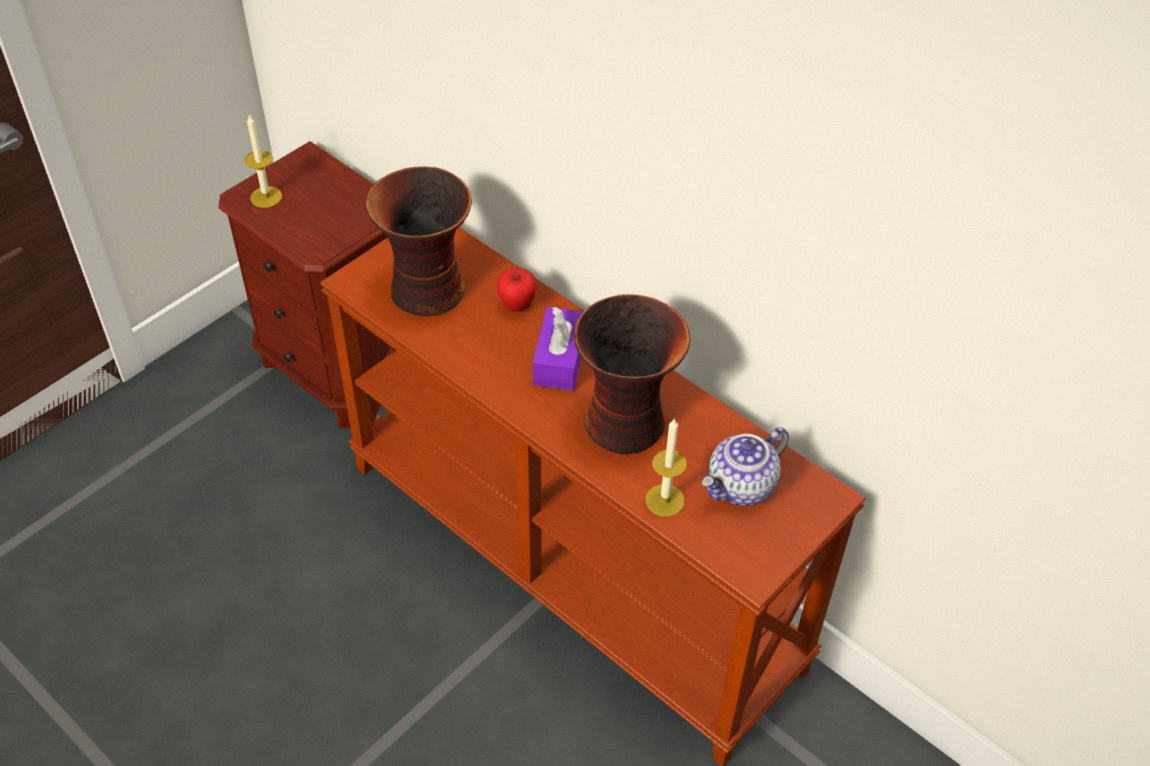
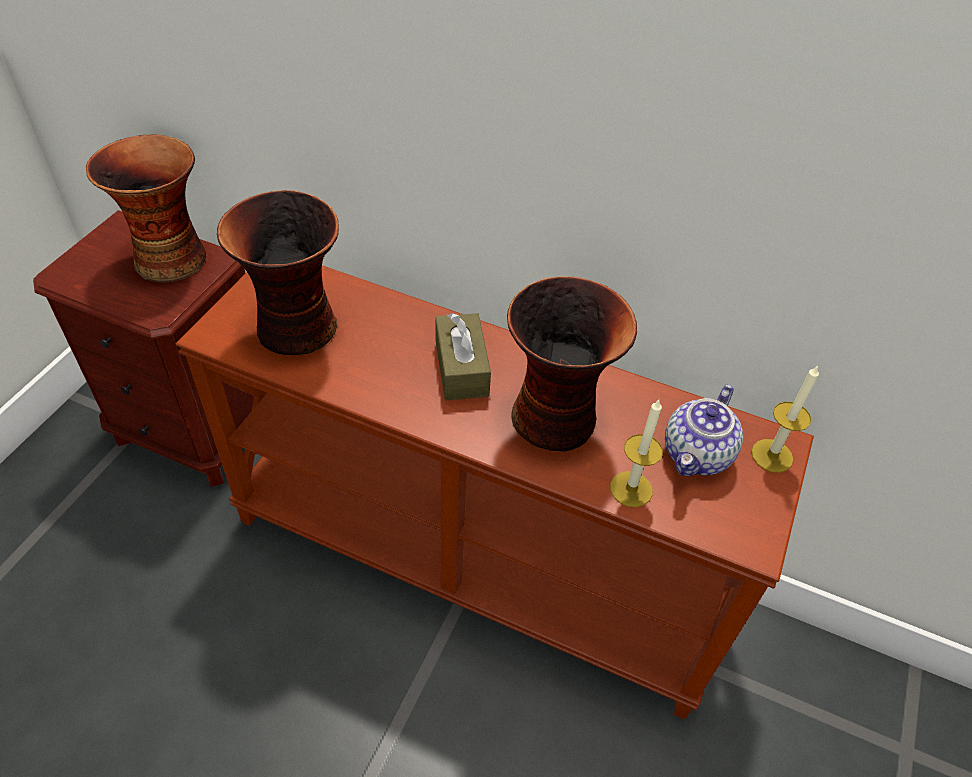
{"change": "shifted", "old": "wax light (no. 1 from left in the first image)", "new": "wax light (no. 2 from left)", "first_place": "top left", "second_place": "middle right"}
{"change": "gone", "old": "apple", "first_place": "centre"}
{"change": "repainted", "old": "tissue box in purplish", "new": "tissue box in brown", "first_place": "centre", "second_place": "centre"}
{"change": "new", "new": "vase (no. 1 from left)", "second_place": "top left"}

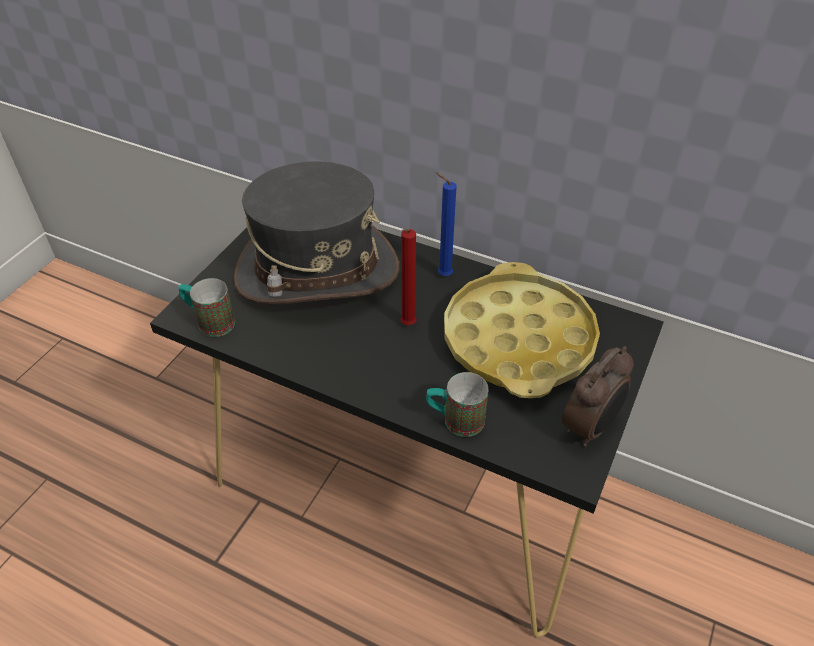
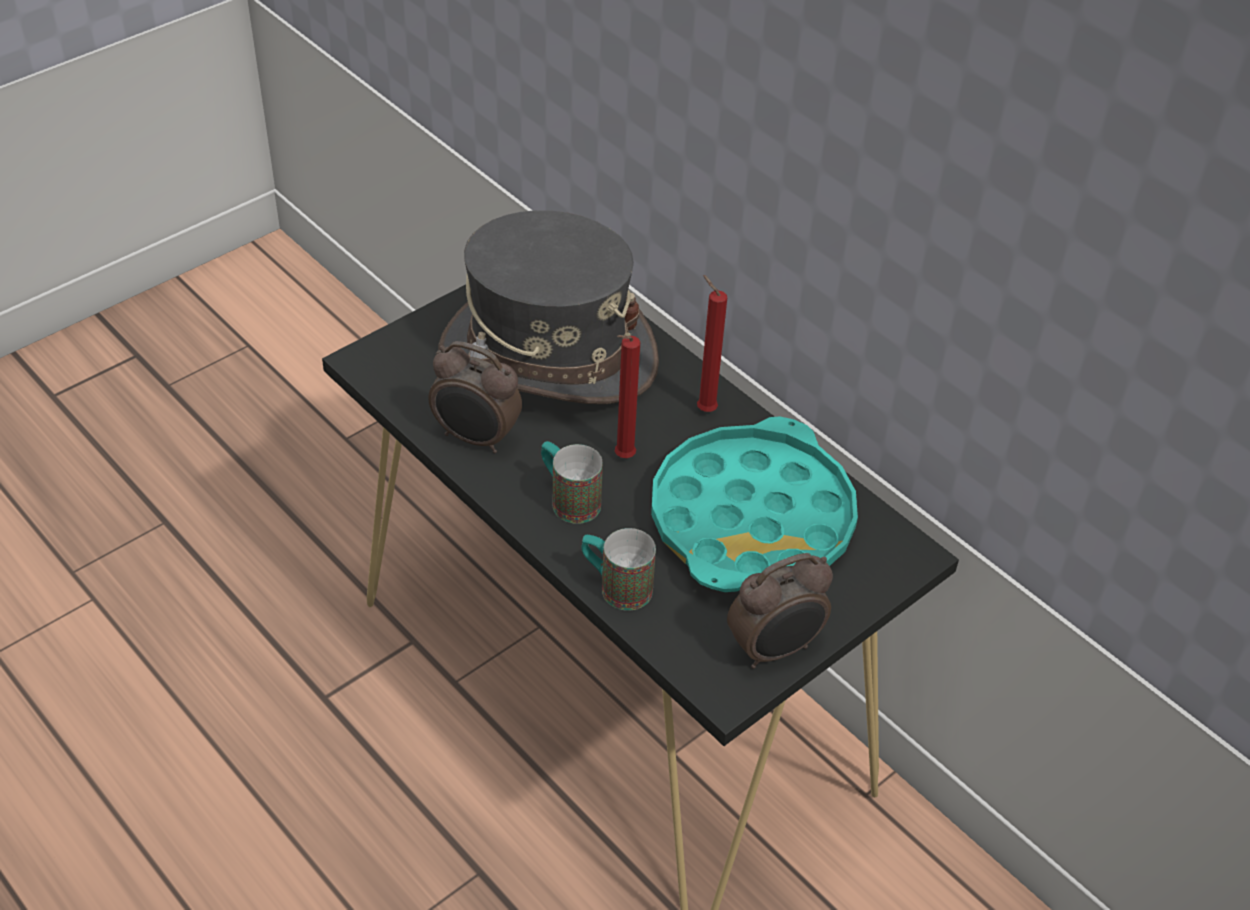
{"change": "shifted", "old": "mug (no. 1 from left)", "first_place": "middle left", "second_place": "centre"}
{"change": "repainted", "old": "wax light in blue-coloured", "new": "wax light in reddish (no. 2 from left)", "first_place": "centre", "second_place": "centre"}
{"change": "repainted", "old": "carrying tray in yellow-coloured", "new": "carrying tray in blue-green", "first_place": "centre", "second_place": "centre"}
{"change": "new", "new": "alarm clock (no. 1 from left)", "second_place": "centre"}

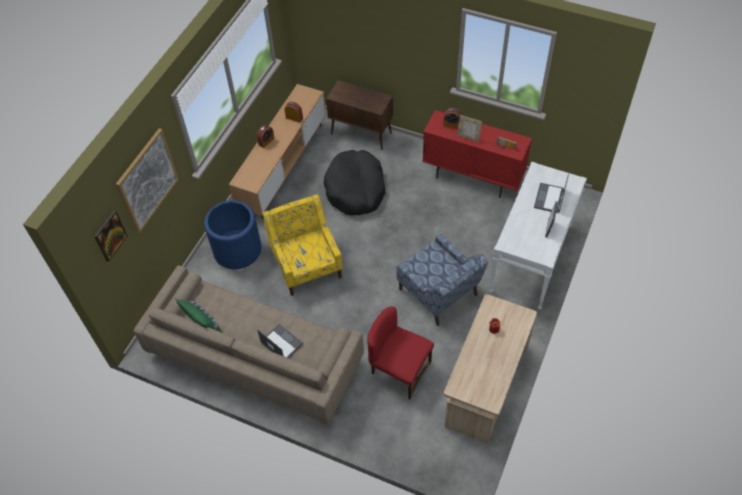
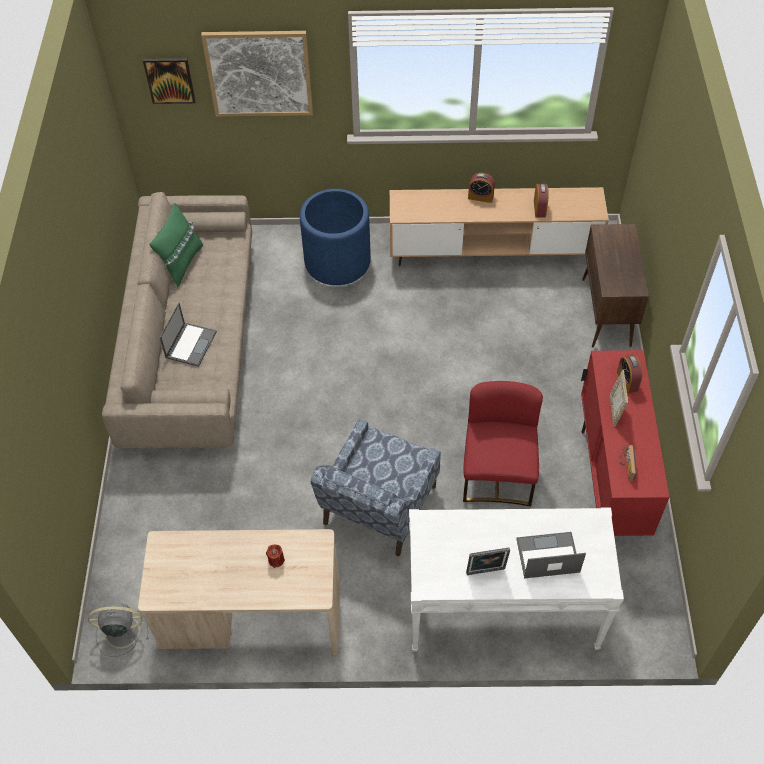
{"change": "gone", "old": "easy chair in yellow-coloured", "first_place": "centre"}
{"change": "gone", "old": "dog cushion in black", "first_place": "centre"}
{"change": "shifted", "old": "plain chair in reddish", "first_place": "bottom centre", "second_place": "centre"}
{"change": "new", "new": "cooling fan in greyish", "second_place": "bottom left"}

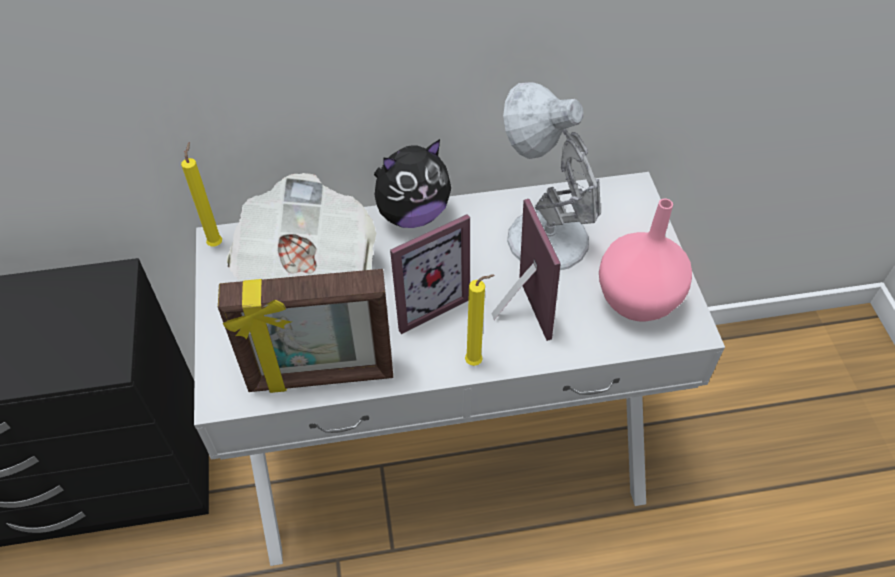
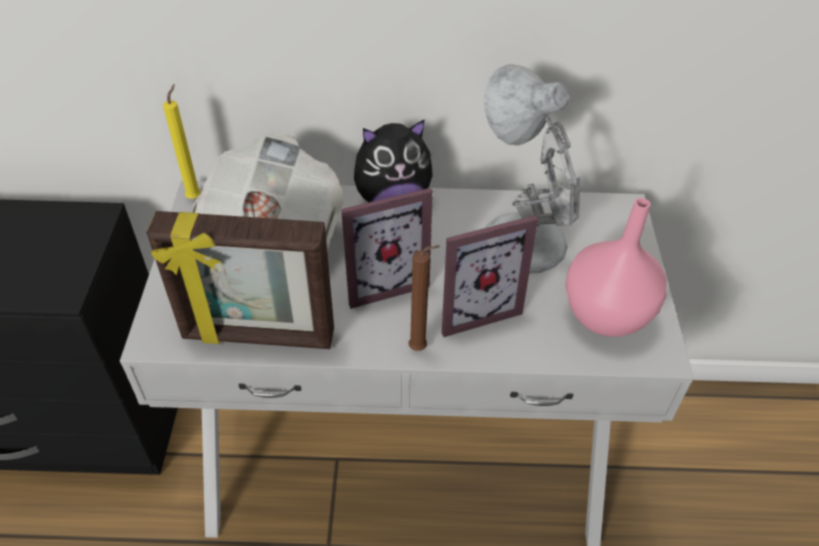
{"change": "repainted", "old": "wax light in yellow-coloured (no. 2 from left)", "new": "wax light in brown", "first_place": "centre", "second_place": "centre"}
{"change": "rotated", "old": "photo frame (no. 3 from left)", "first_place": "centre", "second_place": "centre", "degrees": 75}

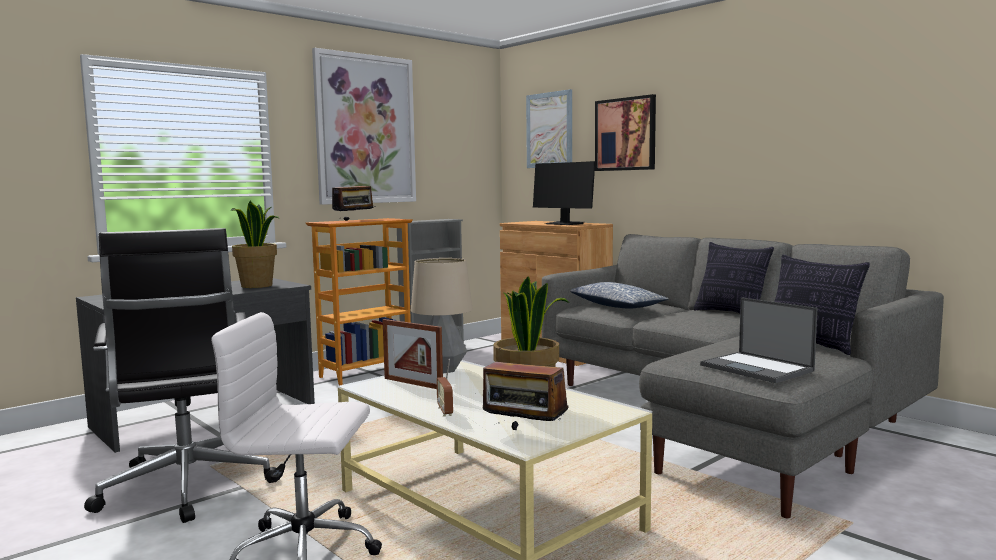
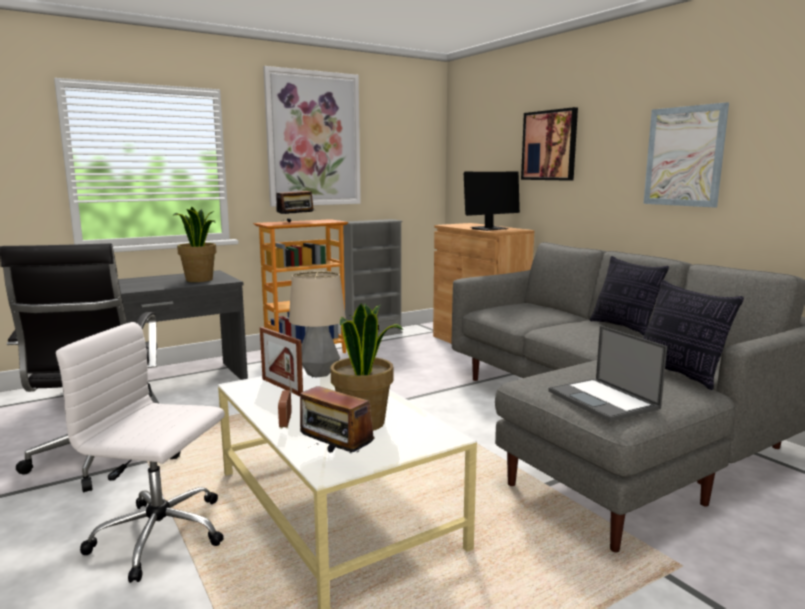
{"change": "shifted", "old": "picture (no. 2 from left in the first image)", "new": "picture (no. 3 from left)", "first_place": "top centre", "second_place": "top right"}
{"change": "rotated", "old": "computer screen", "first_place": "centre", "second_place": "top centre", "degrees": -90}
{"change": "gone", "old": "cushion (no. 1 from left)", "first_place": "centre"}

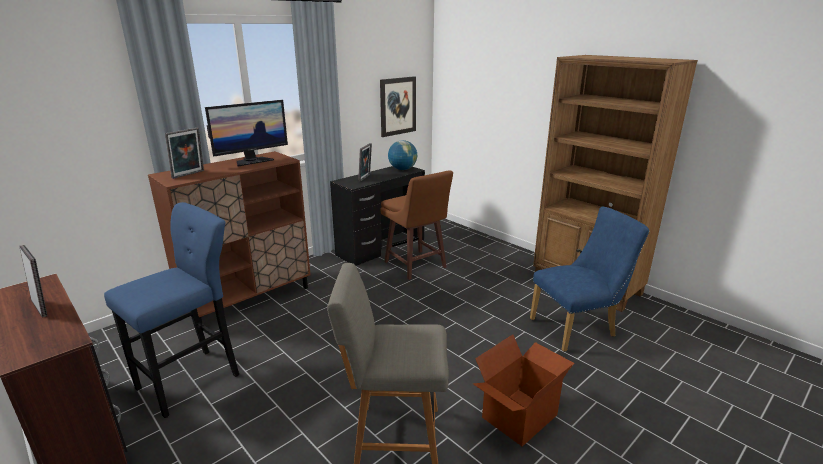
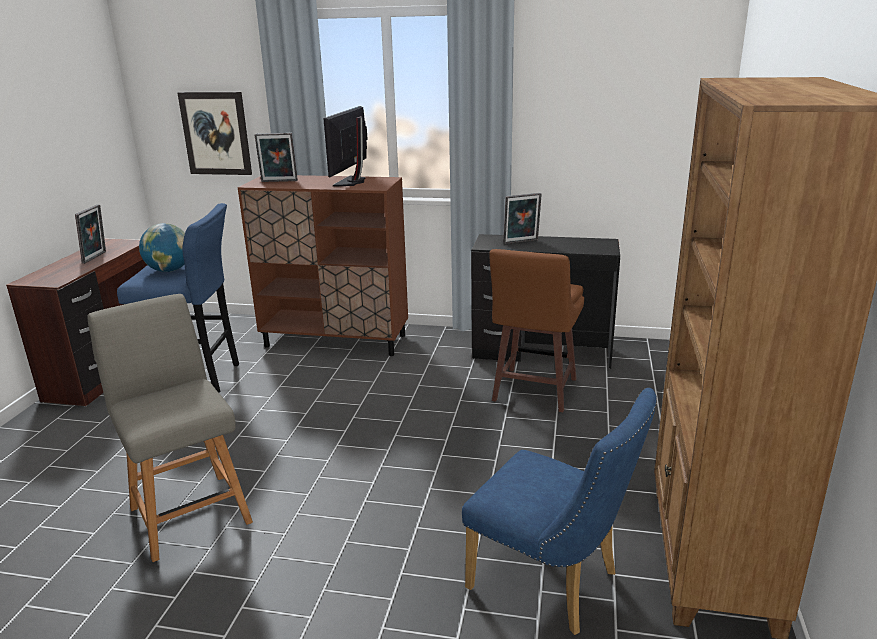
{"change": "rotated", "old": "computer screen", "first_place": "top left", "second_place": "top centre", "degrees": 90}
{"change": "shifted", "old": "picture", "first_place": "top centre", "second_place": "top left"}
{"change": "shifted", "old": "world globe", "first_place": "centre", "second_place": "middle left"}
{"change": "gone", "old": "packing box", "first_place": "bottom centre"}

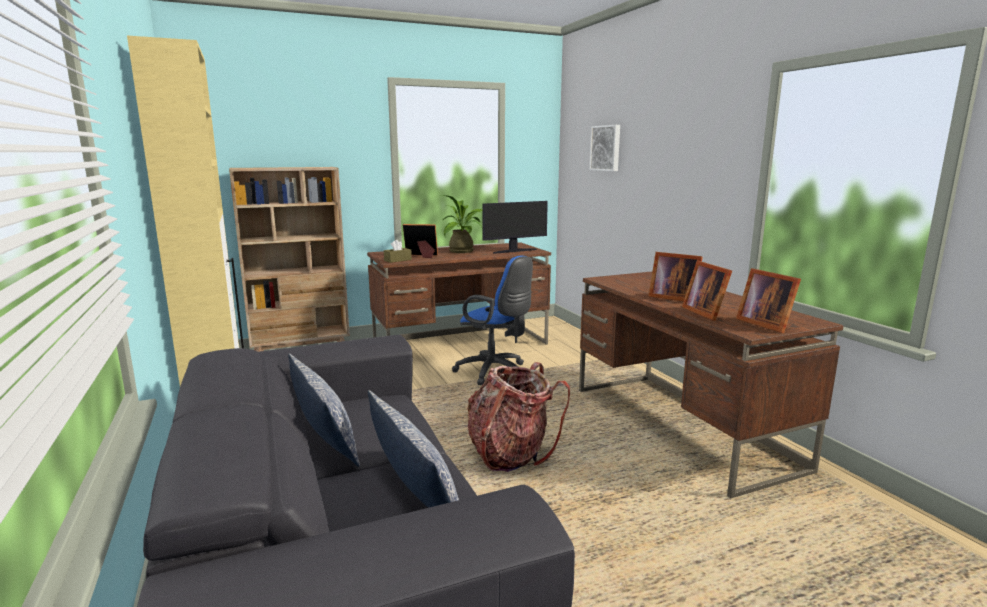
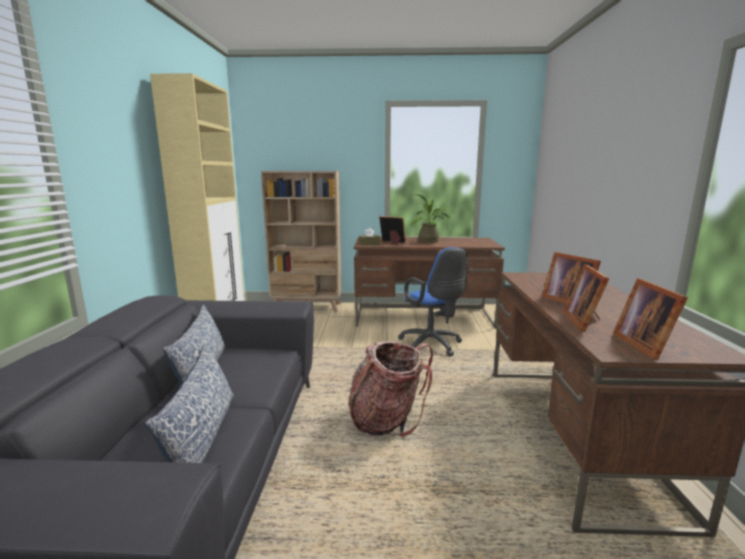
{"change": "gone", "old": "computer screen", "first_place": "centre"}
{"change": "gone", "old": "picture", "first_place": "top centre"}

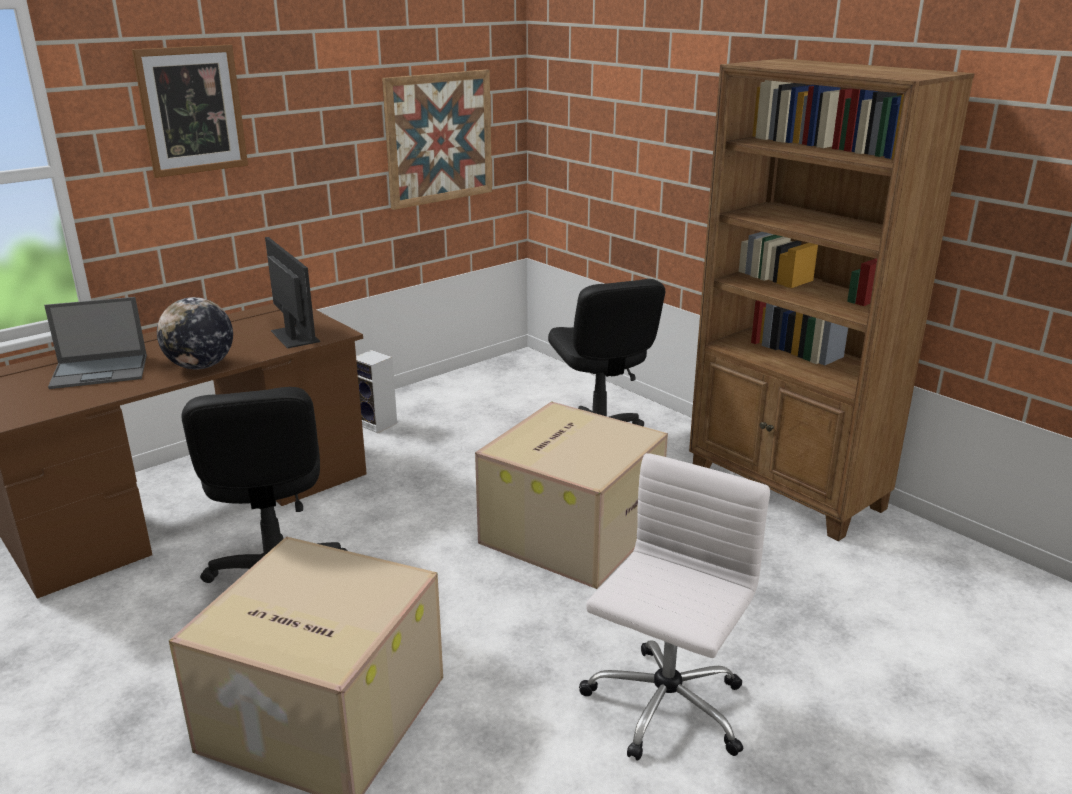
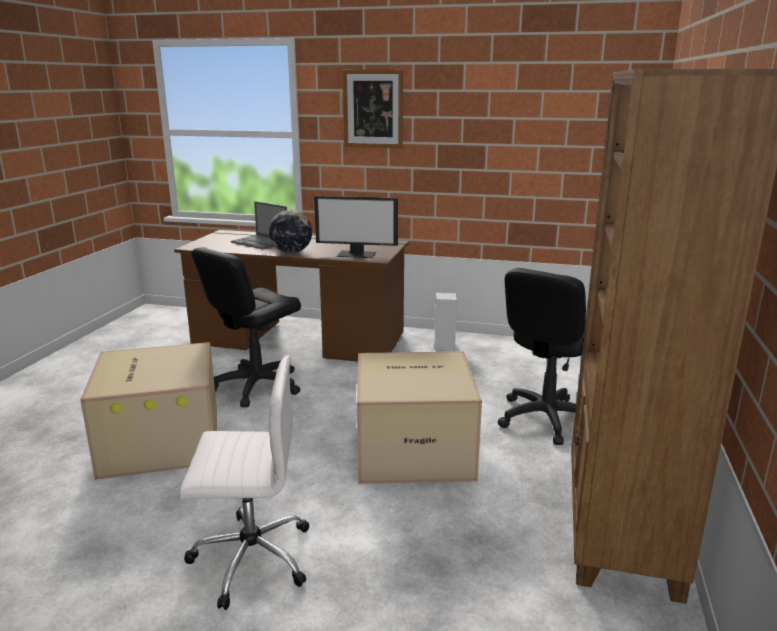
{"change": "rotated", "old": "computer screen", "first_place": "middle left", "second_place": "centre", "degrees": 75}
{"change": "gone", "old": "picture (no. 2 from left)", "first_place": "top centre"}

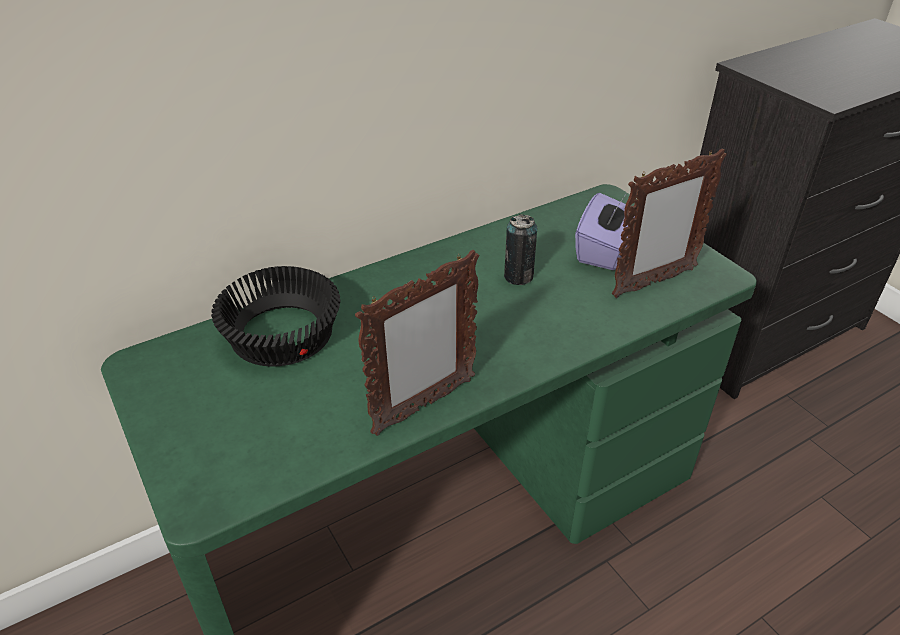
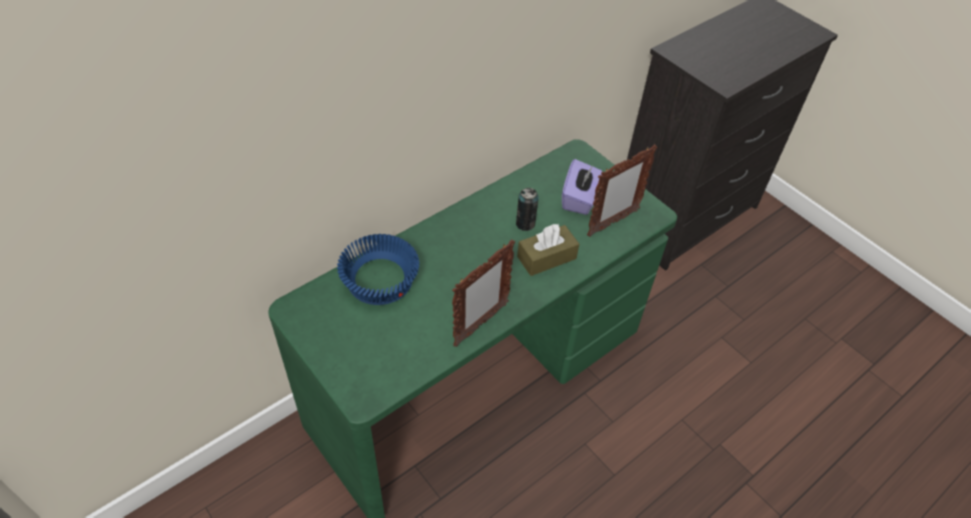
{"change": "repainted", "old": "serving bowl in black", "new": "serving bowl in blue-coloured", "first_place": "middle left", "second_place": "centre"}
{"change": "new", "new": "tissue box in brown", "second_place": "centre"}

